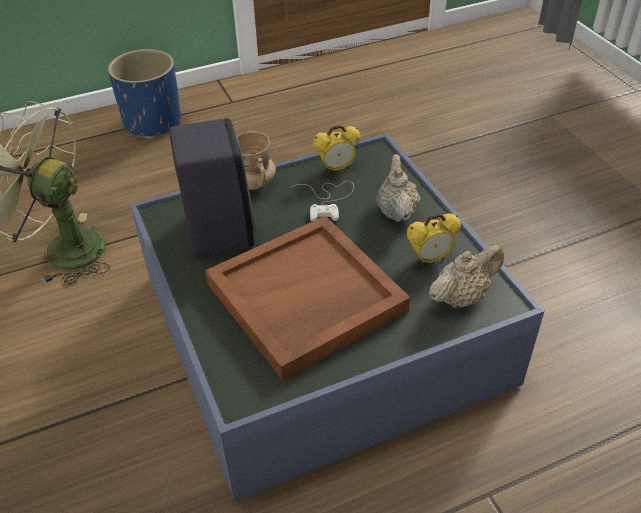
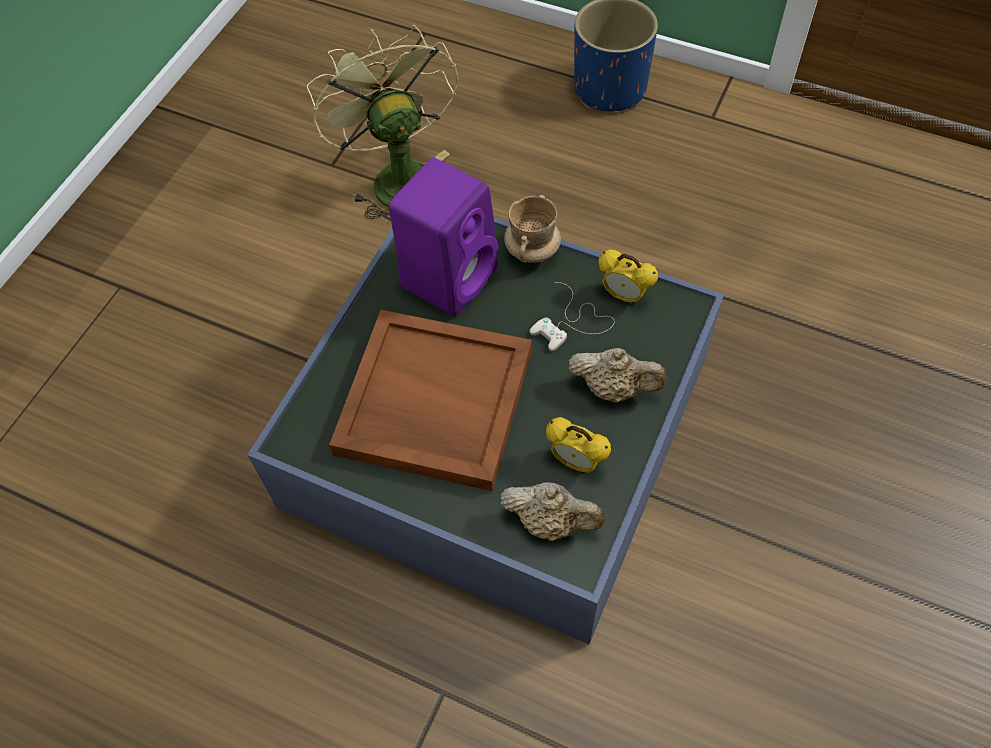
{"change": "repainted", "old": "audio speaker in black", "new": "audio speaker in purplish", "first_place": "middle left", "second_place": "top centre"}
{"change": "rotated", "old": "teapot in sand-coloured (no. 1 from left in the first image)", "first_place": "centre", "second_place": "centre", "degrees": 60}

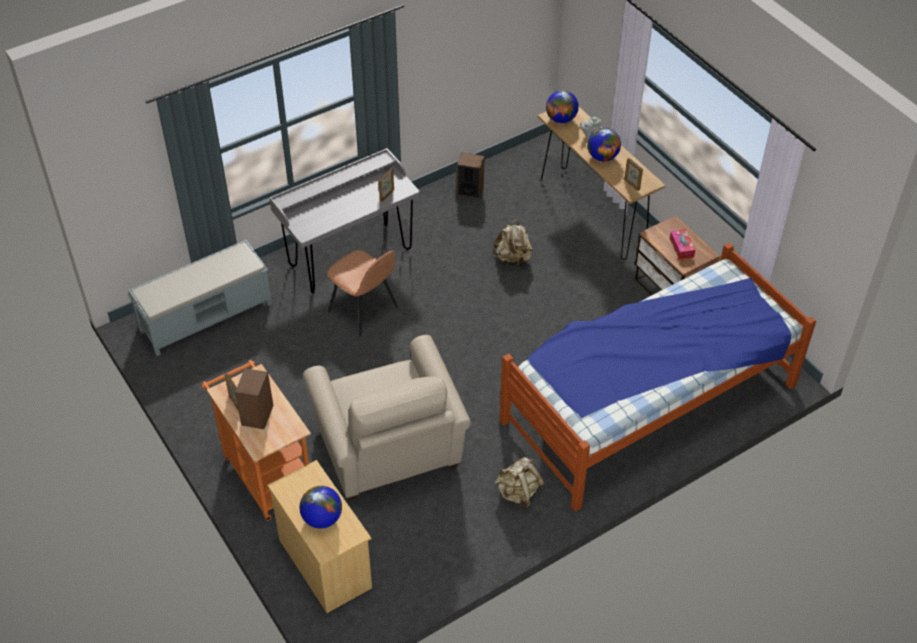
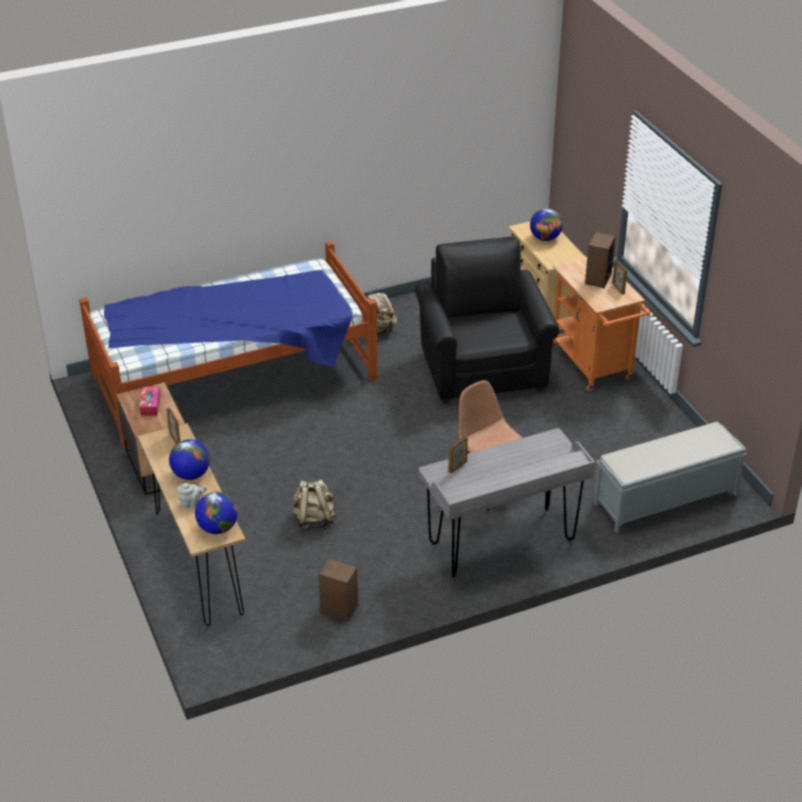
{"change": "repainted", "old": "easy chair in sand-coloured", "new": "easy chair in black", "first_place": "centre", "second_place": "centre"}

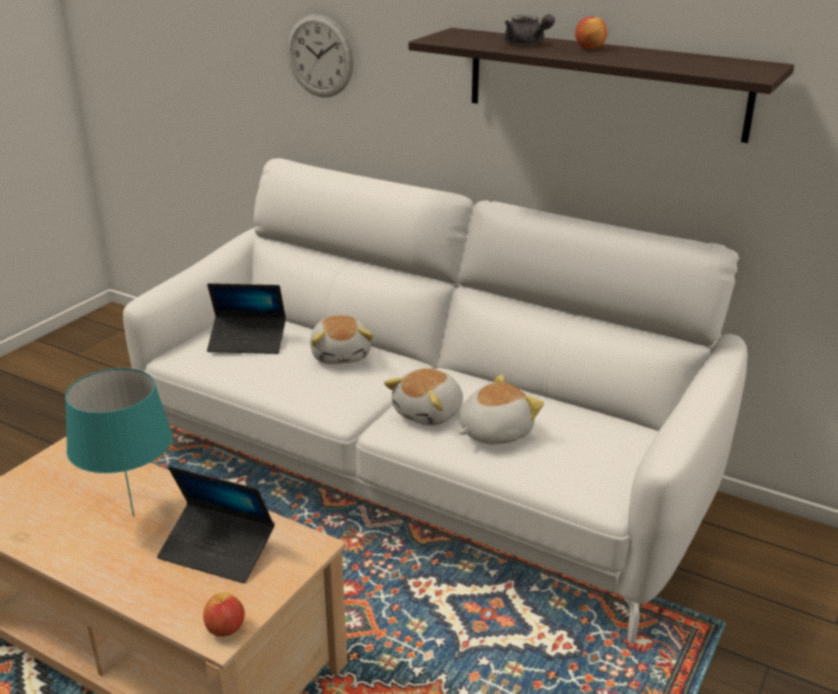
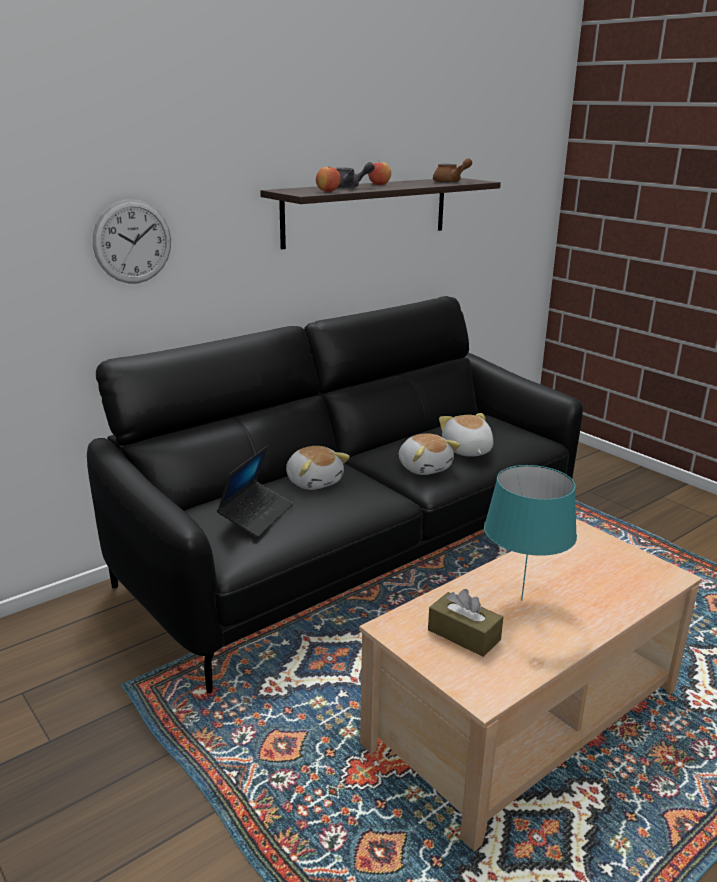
{"change": "repainted", "old": "couch in whitish", "new": "couch in black", "first_place": "centre", "second_place": "centre"}
{"change": "gone", "old": "laptop (no. 1 from left)", "first_place": "bottom left"}
{"change": "shifted", "old": "apple (no. 1 from left)", "first_place": "bottom left", "second_place": "top centre"}
{"change": "rotated", "old": "soft toy (no. 1 from left)", "first_place": "centre", "second_place": "centre", "degrees": 45}
{"change": "new", "new": "tissue box in brown", "second_place": "bottom centre"}
{"change": "new", "new": "teapot in brown", "second_place": "top centre"}

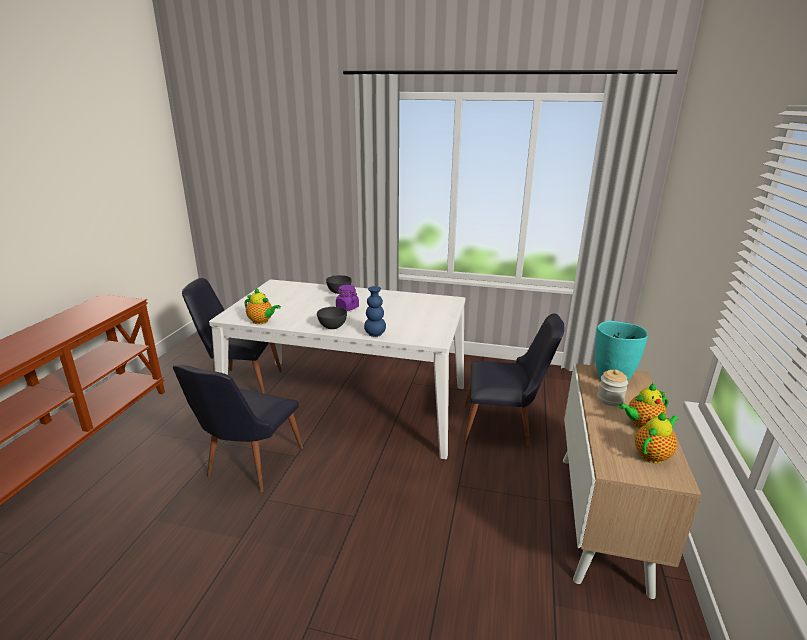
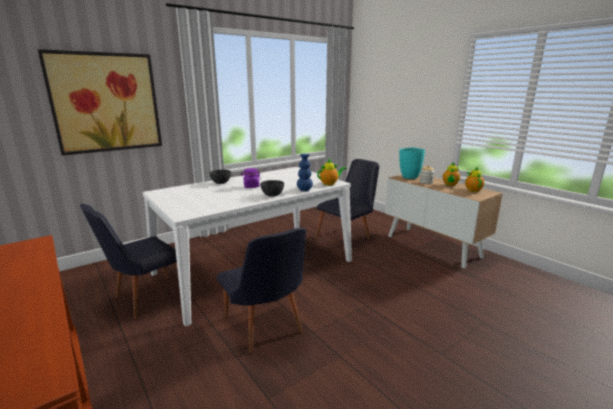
{"change": "shifted", "old": "teapot (no. 1 from left)", "first_place": "middle left", "second_place": "centre"}
{"change": "new", "new": "picture", "second_place": "top left"}

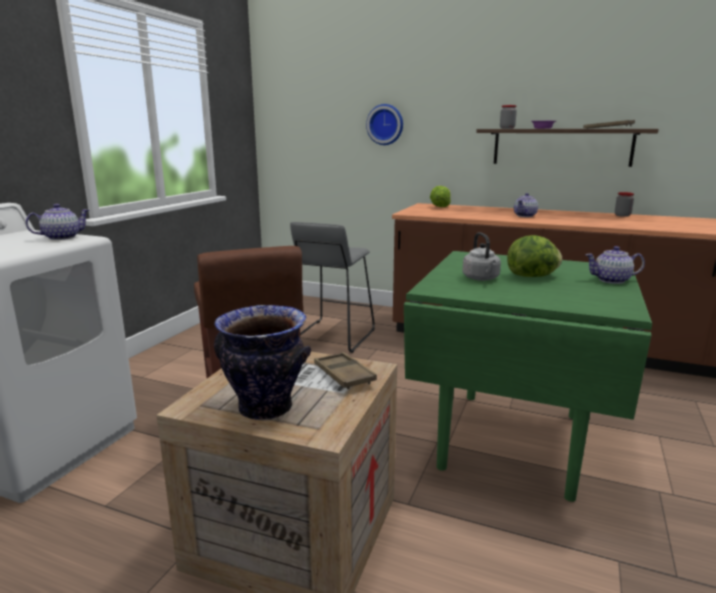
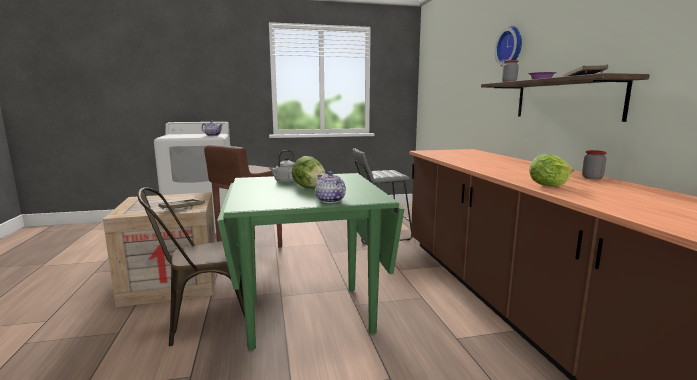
{"change": "gone", "old": "vase", "first_place": "centre"}
{"change": "shifted", "old": "clock on the wall", "first_place": "top centre", "second_place": "top right"}
{"change": "shifted", "old": "lettuce (no. 1 from left in the first image)", "new": "lettuce (no. 2 from left)", "first_place": "top centre", "second_place": "middle right"}
{"change": "gone", "old": "teapot (no. 2 from left)", "first_place": "middle right"}
{"change": "new", "new": "plain chair in brown", "second_place": "bottom left"}

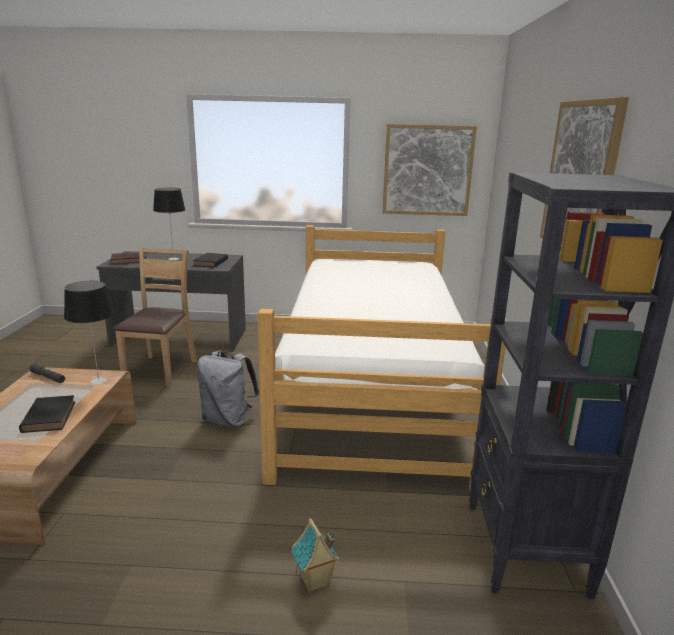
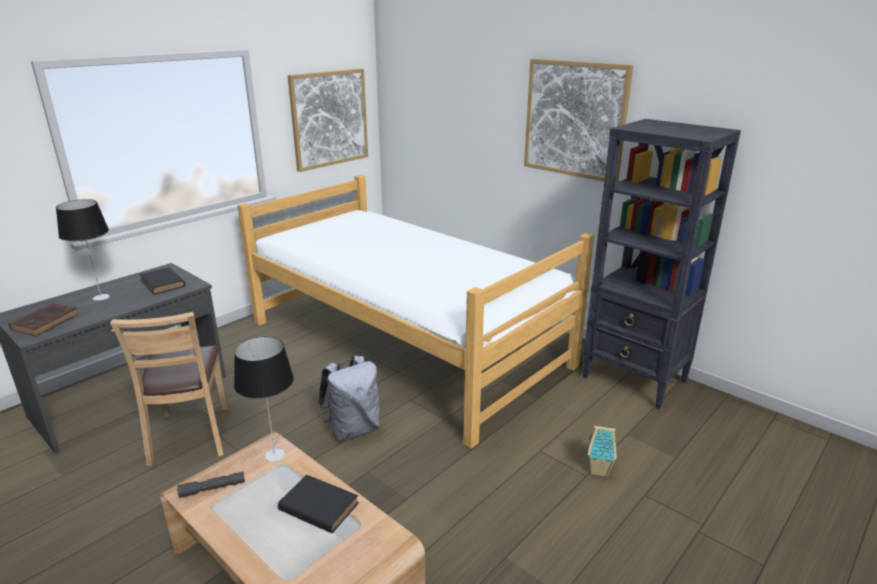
{"change": "rotated", "old": "plain chair in brown", "first_place": "middle left", "second_place": "middle left", "degrees": -150}

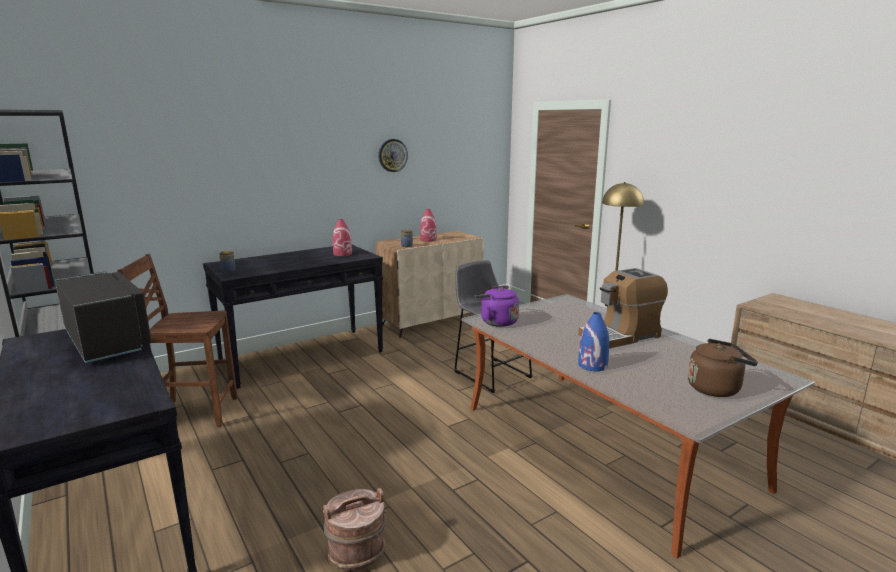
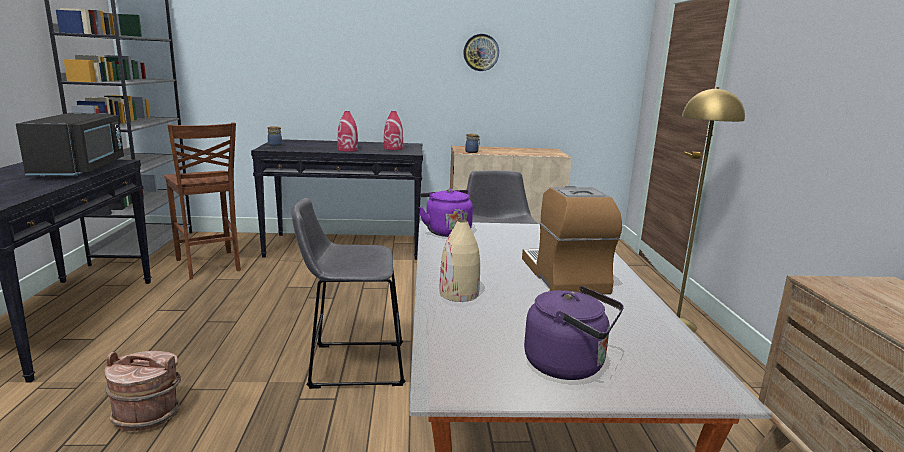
{"change": "rotated", "old": "plain chair in brown", "first_place": "middle left", "second_place": "middle left", "degrees": -150}
{"change": "shifted", "old": "vase in reddish (no. 2 from left in the first image)", "new": "vase in reddish (no. 1 from left)", "first_place": "centre", "second_place": "top centre"}
{"change": "rotated", "old": "coffee maker", "first_place": "middle right", "second_place": "centre", "degrees": 75}
{"change": "repainted", "old": "vase in blue-coloured", "new": "vase in sand-coloured", "first_place": "centre", "second_place": "centre"}
{"change": "repainted", "old": "water kettle in brown", "new": "water kettle in purplish (no. 2 from left)", "first_place": "middle right", "second_place": "bottom centre"}
{"change": "new", "new": "sitting stool in greyish (no. 1 from left)", "second_place": "centre"}

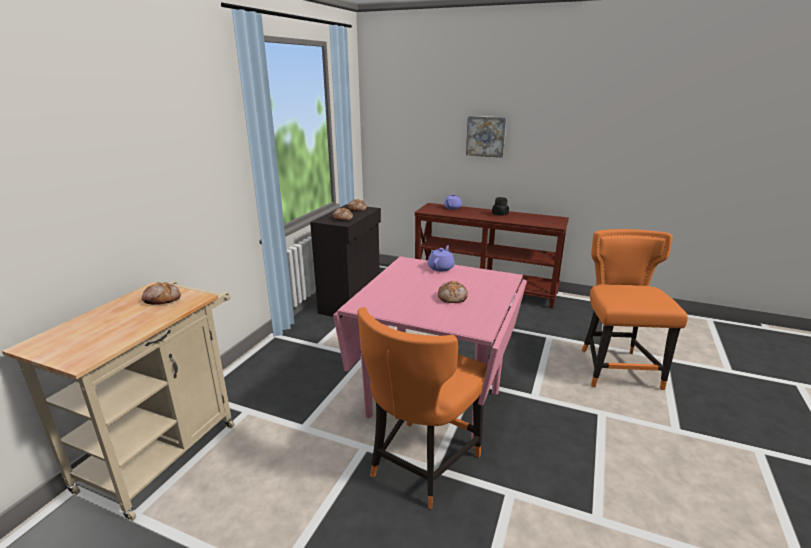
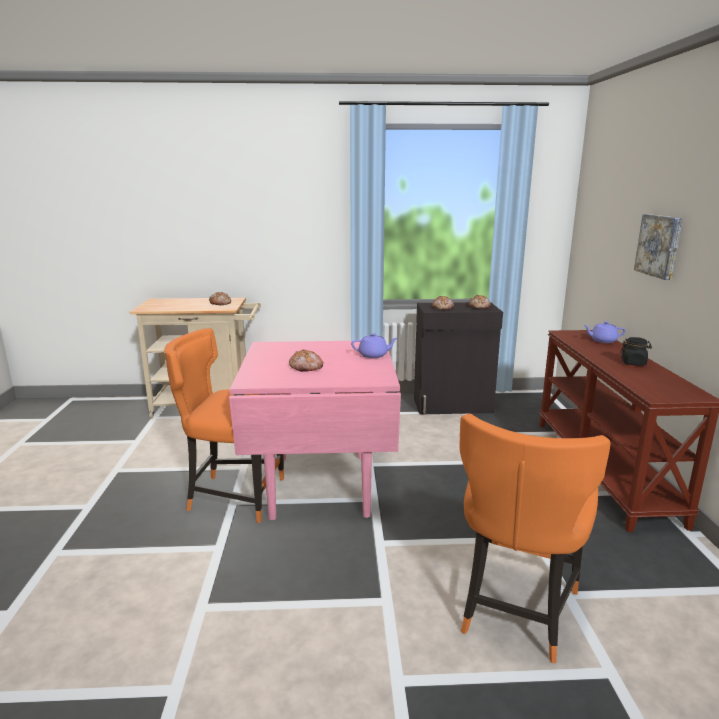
{"change": "rotated", "old": "plain chair in orange-coloured (no. 2 from left)", "first_place": "middle right", "second_place": "bottom right", "degrees": 135}

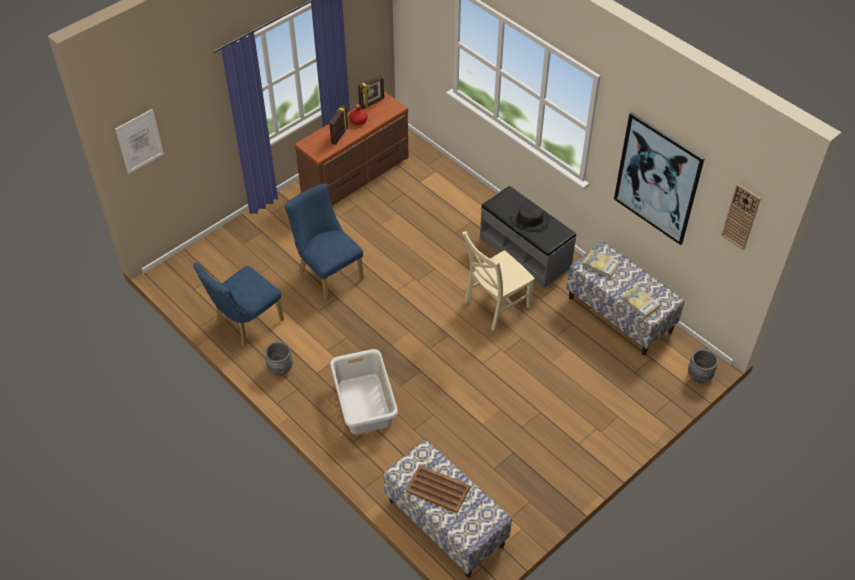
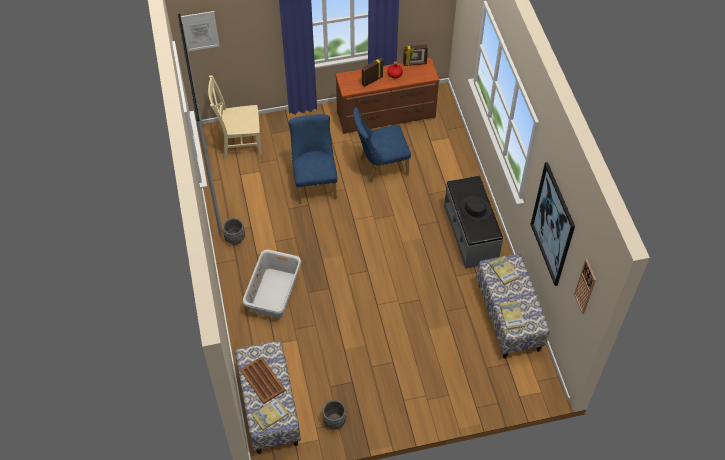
{"change": "shifted", "old": "plain chair in blue-coloured (no. 1 from left in the first image)", "new": "plain chair in blue-coloured (no. 2 from left)", "first_place": "middle left", "second_place": "top centre"}
{"change": "shifted", "old": "plain chair in sand-coloured", "first_place": "centre", "second_place": "top left"}
{"change": "shifted", "old": "planter in greyish (no. 2 from left)", "first_place": "middle right", "second_place": "bottom centre"}
{"change": "new", "new": "bound book (no. 1 from left)", "second_place": "bottom centre"}

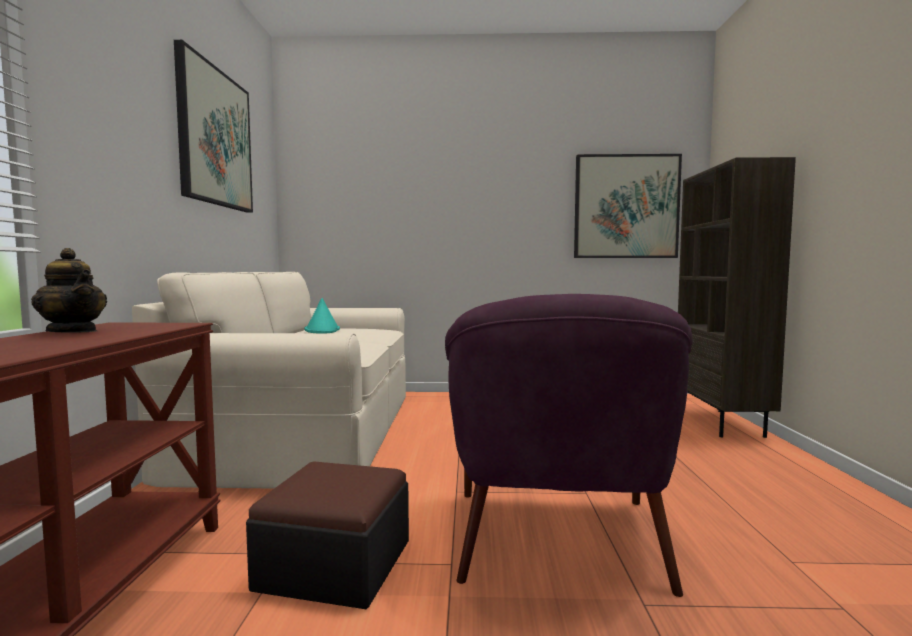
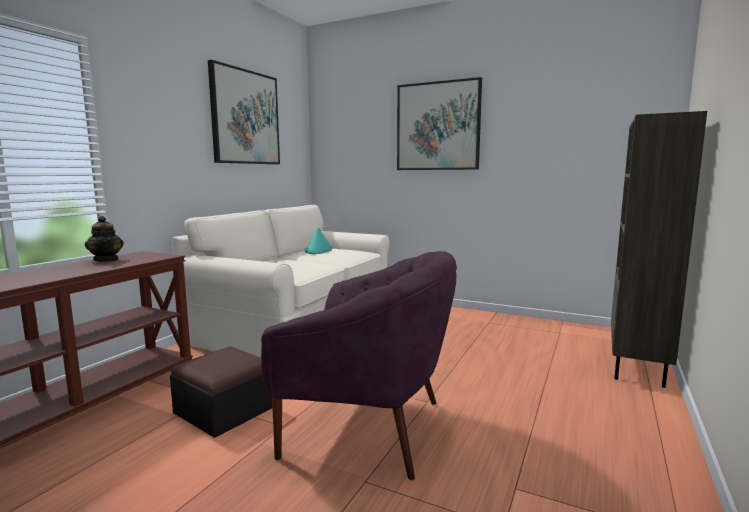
{"change": "rotated", "old": "easy chair in purplish", "first_place": "bottom centre", "second_place": "bottom centre", "degrees": -105}
{"change": "shifted", "old": "picture (no. 2 from left)", "first_place": "top right", "second_place": "top centre"}

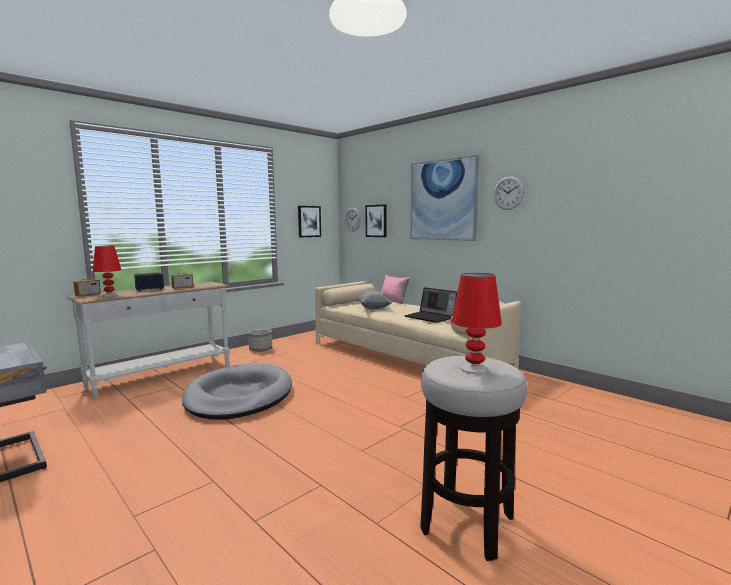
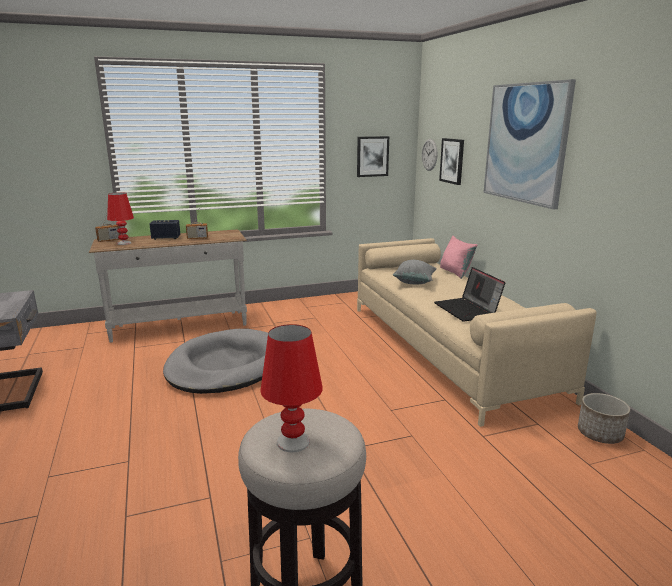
{"change": "shifted", "old": "planter", "first_place": "centre", "second_place": "bottom right"}
{"change": "gone", "old": "clock on the wall (no. 2 from left)", "first_place": "top right"}

